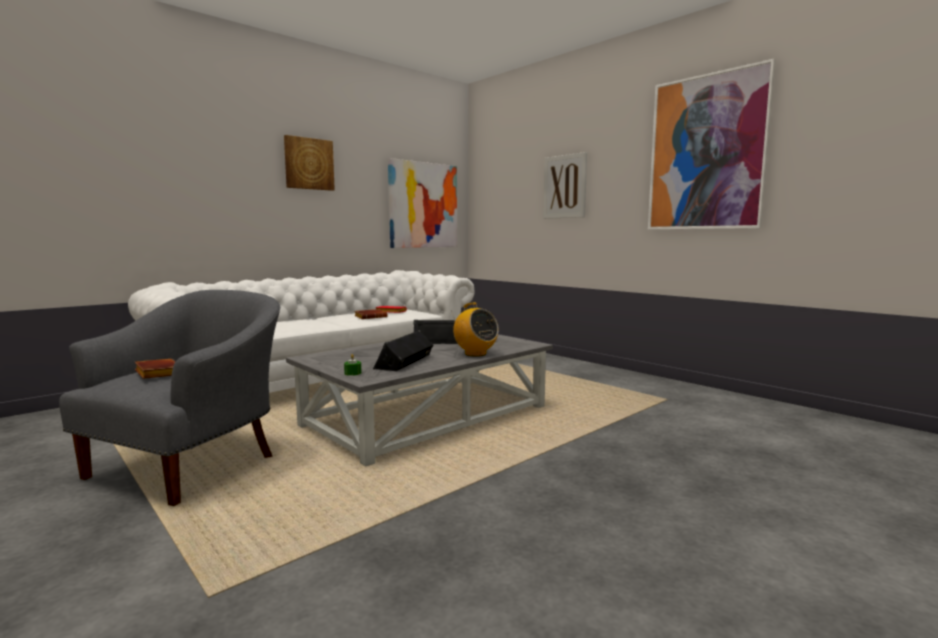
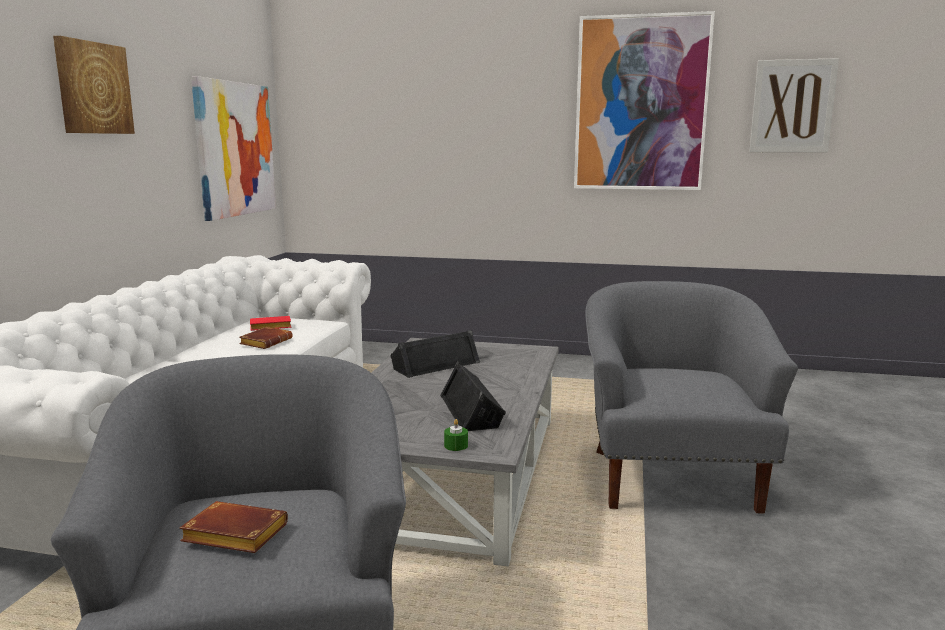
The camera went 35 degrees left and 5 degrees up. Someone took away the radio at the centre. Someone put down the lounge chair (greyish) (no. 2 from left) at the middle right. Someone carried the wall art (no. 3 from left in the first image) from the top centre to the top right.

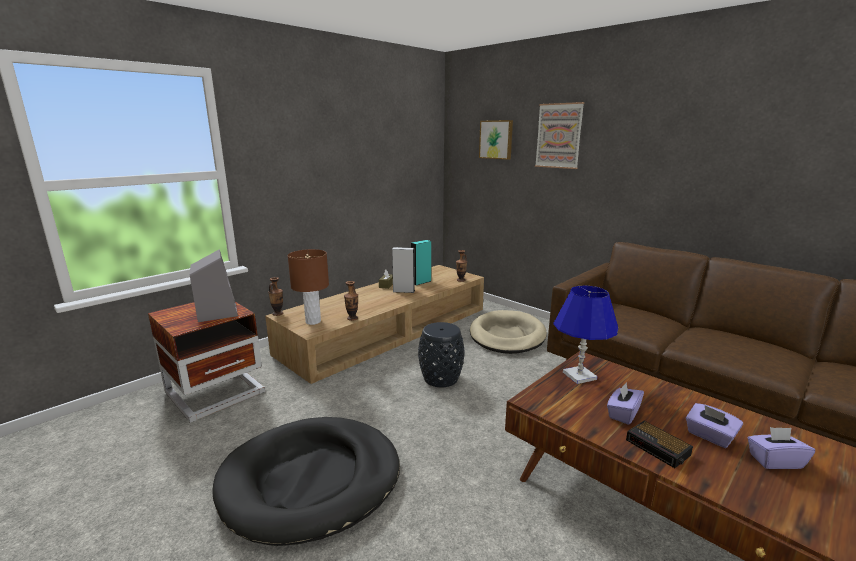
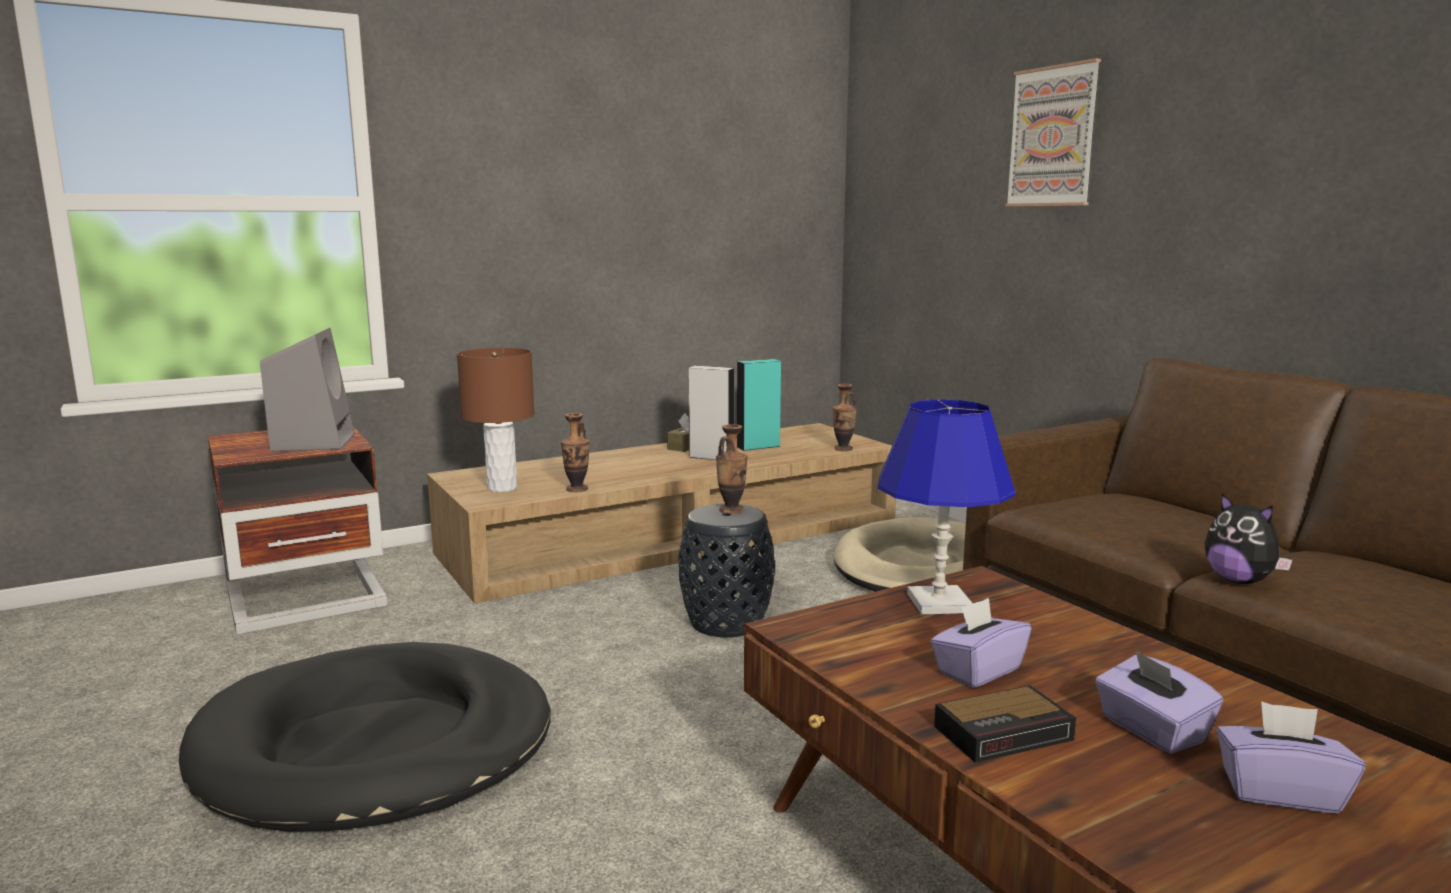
The camera went 15 degrees right and 5 degrees down. Someone took away the wall art (no. 1 from left) at the top centre. Someone put down the plush toy at the middle right. Someone carried the decorative vase (no. 1 from left in the first image) from the middle left to the centre. Someone rotated the alarm clock at the bottom right by 90 degrees counterclockwise.

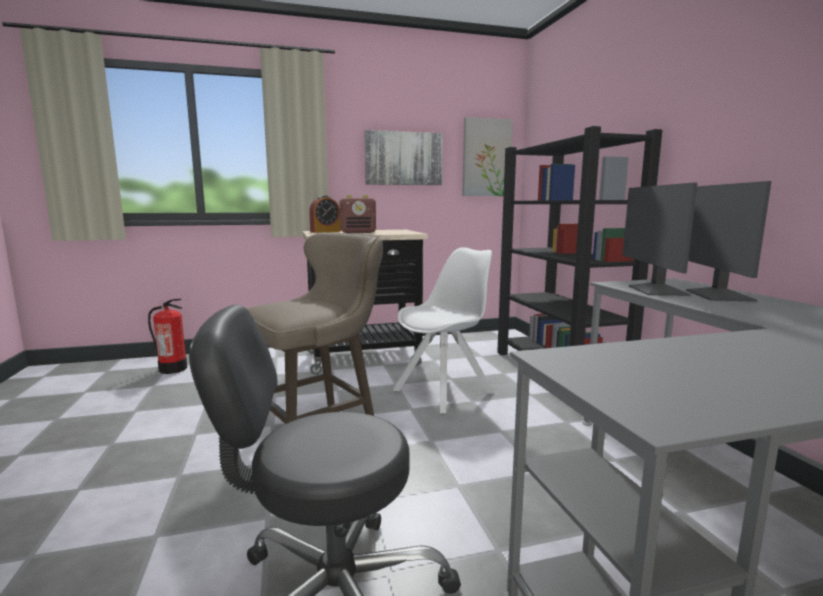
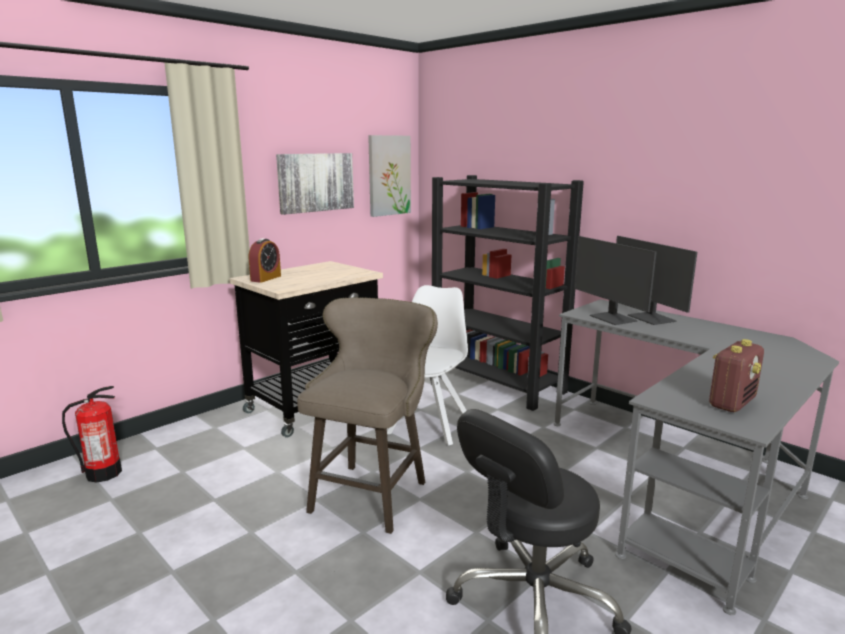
The camera went 30 degrees left and 5 degrees up. Someone carried the radio from the centre to the middle right.

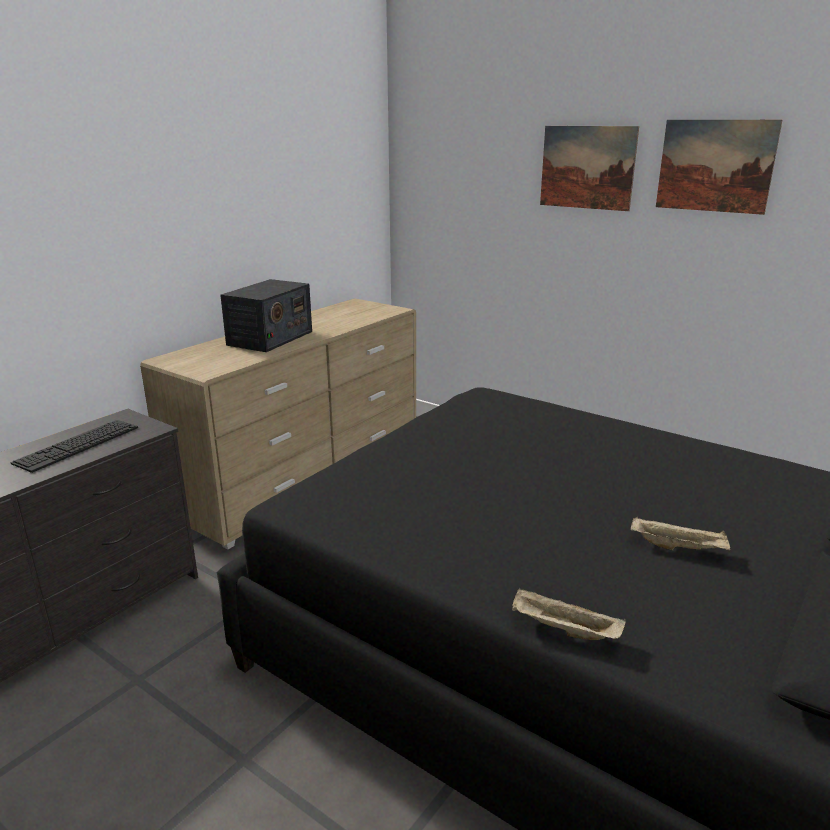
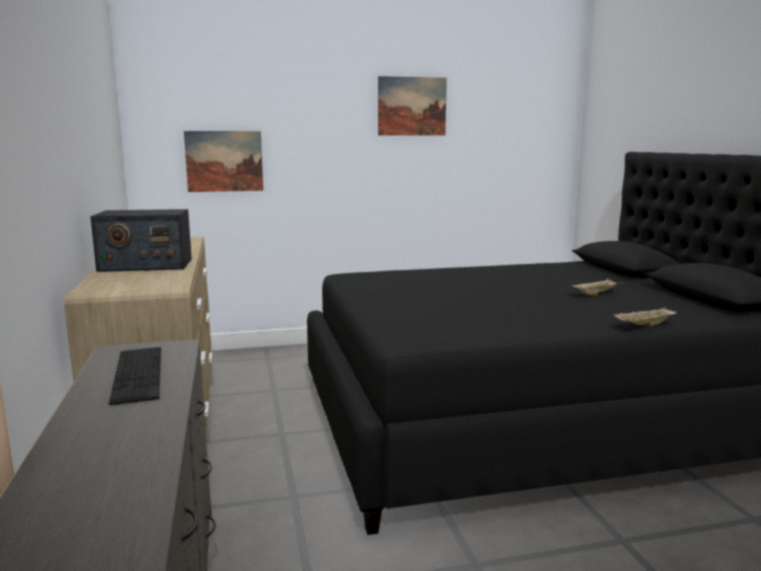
The camera went 50 degrees left and 10 degrees down. Someone carried the wall art (no. 1 from left) from the top right to the top left. Someone rotated the radio at the middle left by 105 degrees clockwise.

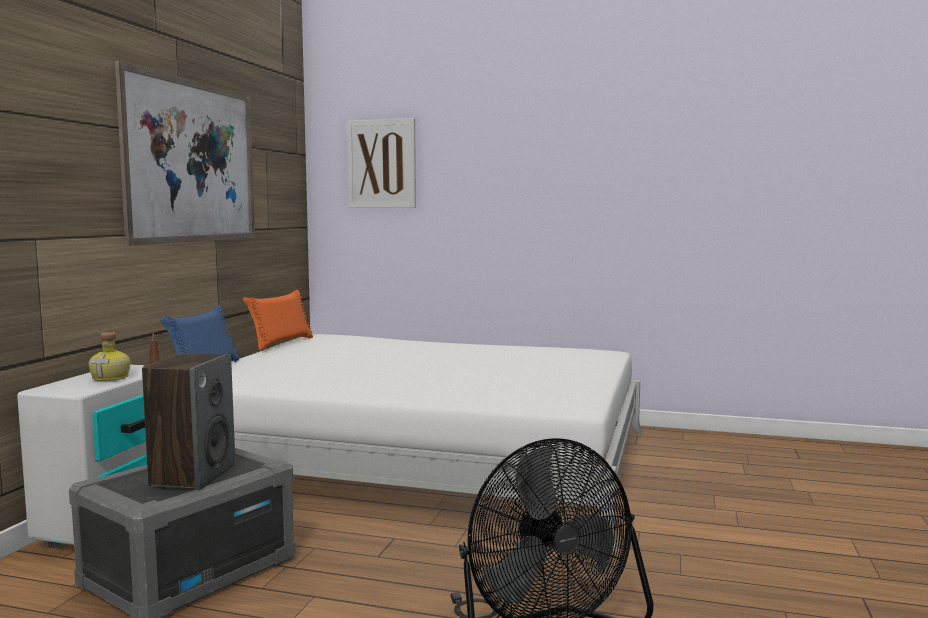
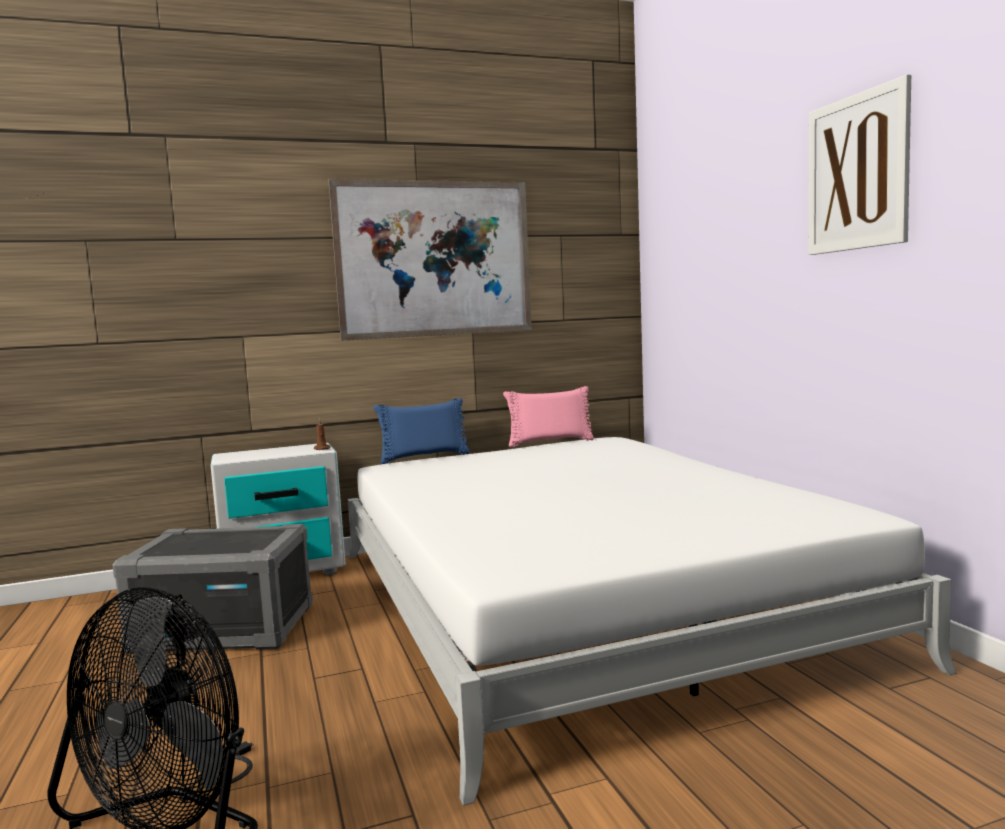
The camera went 55 degrees right and 0 degrees up. Someone took away the beverage bottle at the middle left. Someone took away the loudspeaker at the bottom left. Someone carried the wall art (no. 2 from left) from the top centre to the top right. Someone repainted the pillow (orange) at the middle left, which became the pillow (pink-coloured) at the centre.

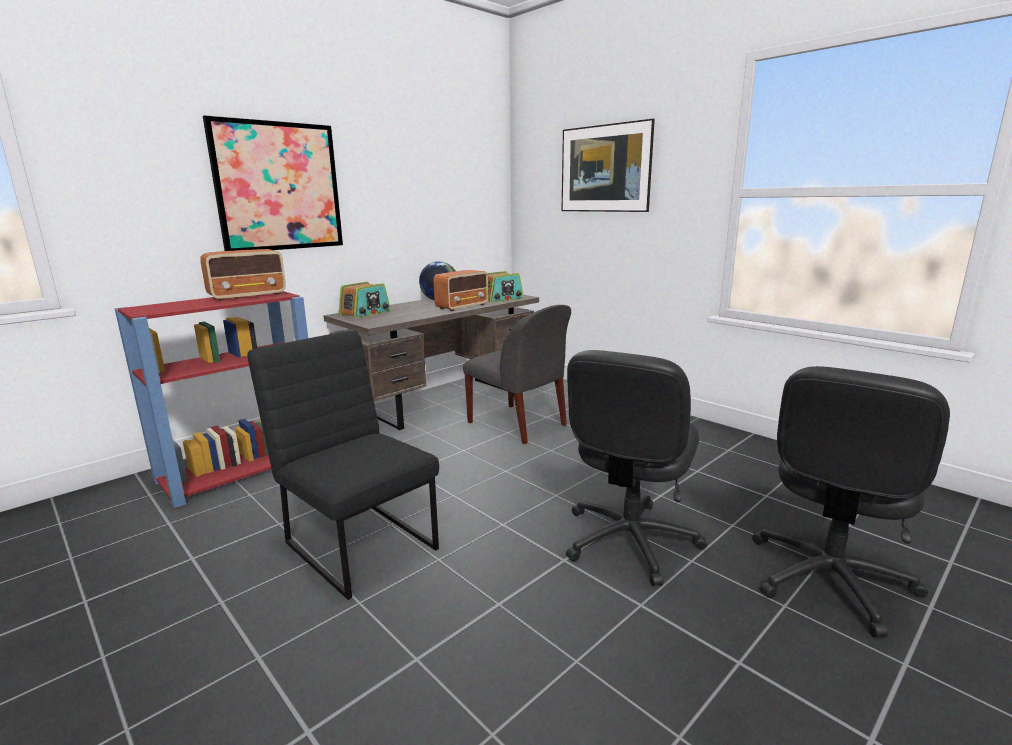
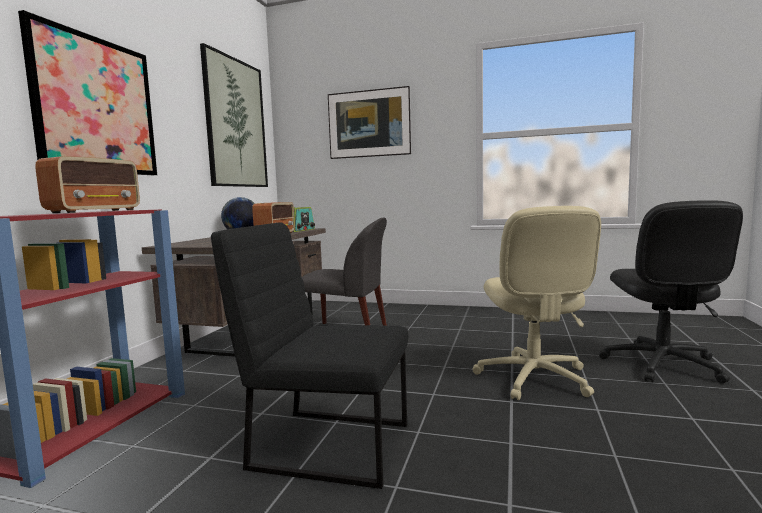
The camera went 30 degrees left and 10 degrees down. Someone took away the radio (no. 2 from left) at the centre. Someone put up the wall art (no. 2 from left) at the top left. Someone repainted the computer chair (blackish) (no. 1 from left) at the centre, which became the computer chair (sand-coloured) at the middle right.

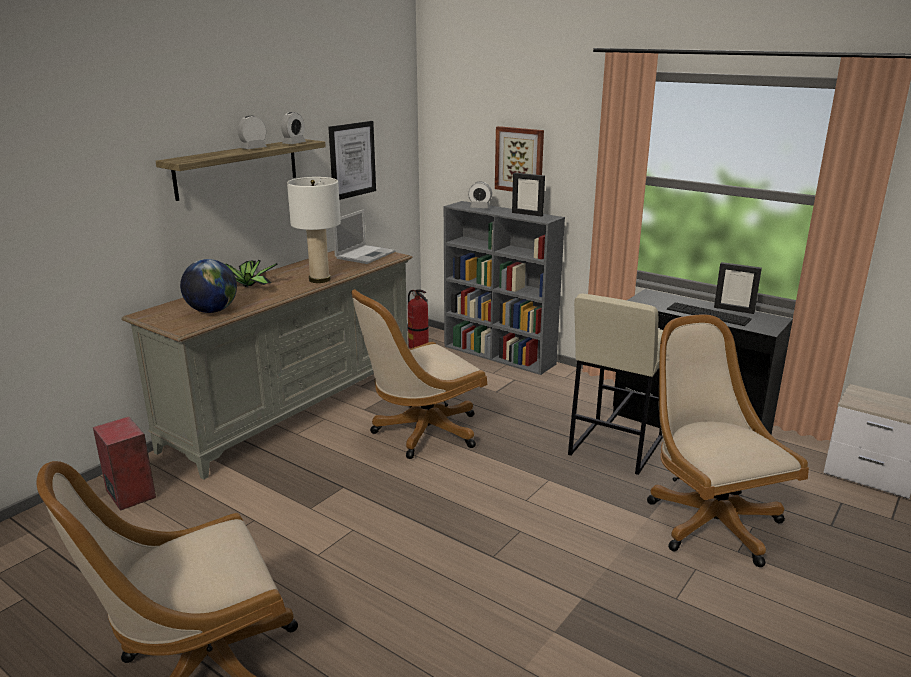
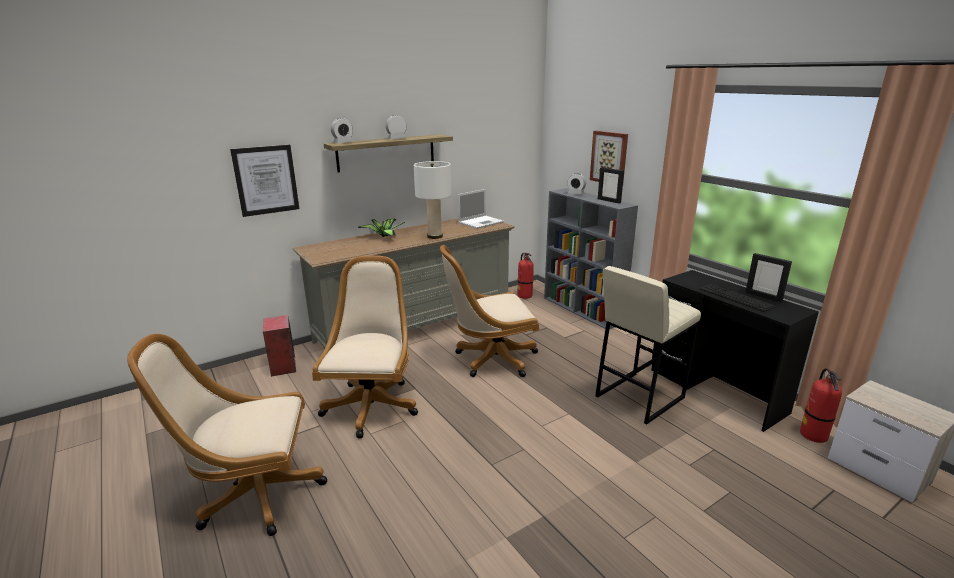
The camera went 20 degrees right and 0 degrees up. Someone took away the globe at the middle left. Someone put down the fire extinguisher (no. 2 from left) at the bottom right. Someone carried the alarm clock (no. 2 from left in the first image) from the top left to the top centre. Someone carried the wall art (no. 1 from left) from the top centre to the top left. Someone carried the computer chair (no. 3 from left in the first image) from the middle right to the centre.

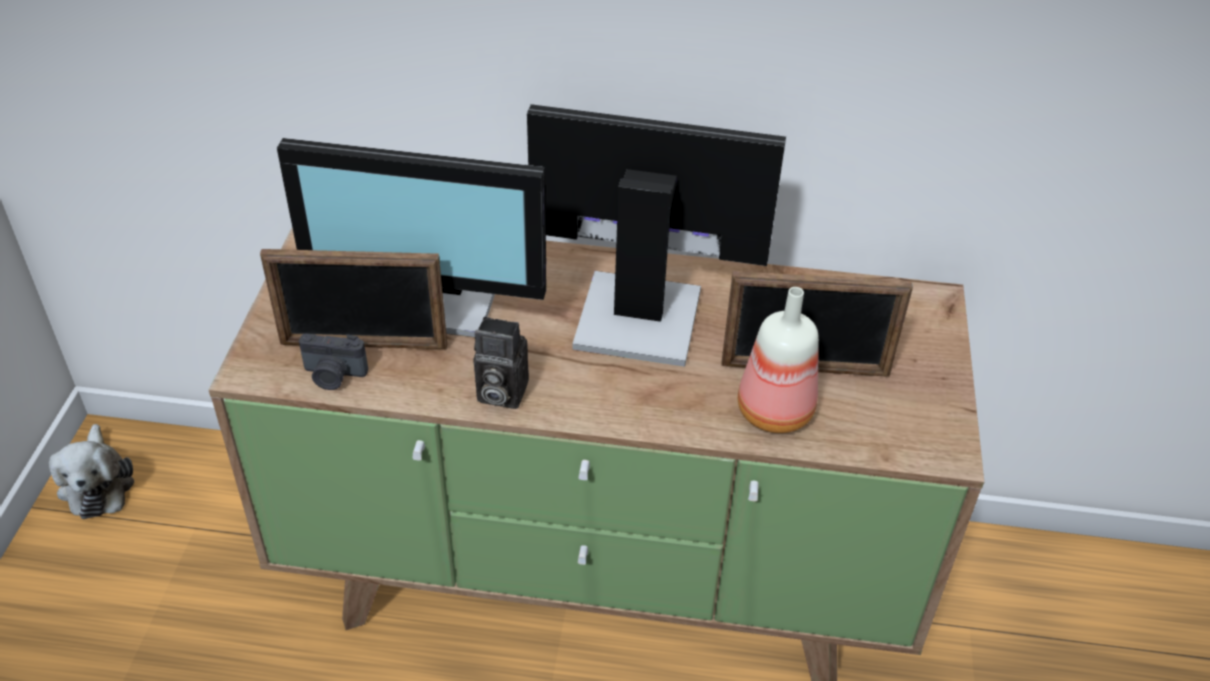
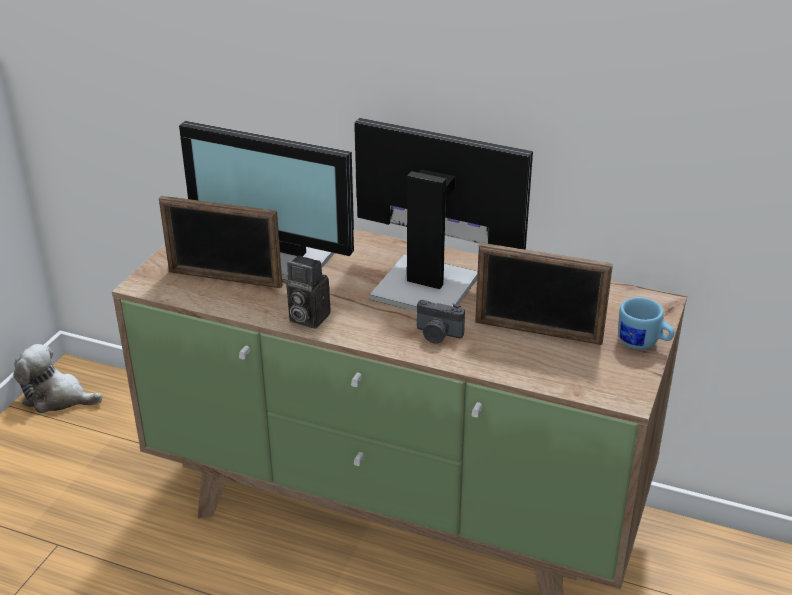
The camera went 15 degrees right and 10 degrees down. Someone took away the beverage bottle at the centre. Someone put down the mug (blue-coloured) at the middle right. Someone carried the photo camera (no. 1 from left in the first image) from the middle left to the centre. Someone rotated the plush toy at the bottom left by 105 degrees clockwise.

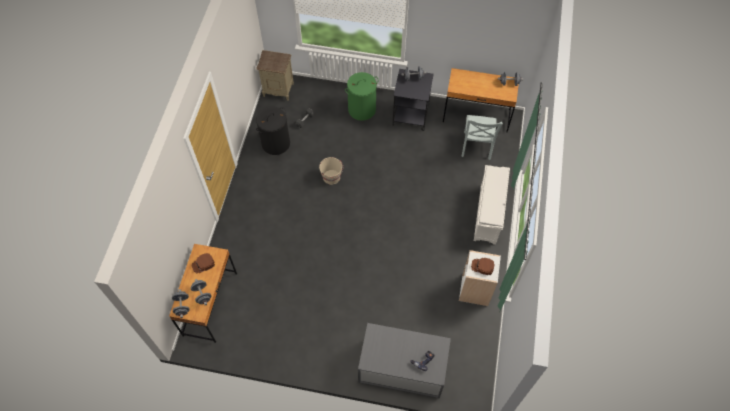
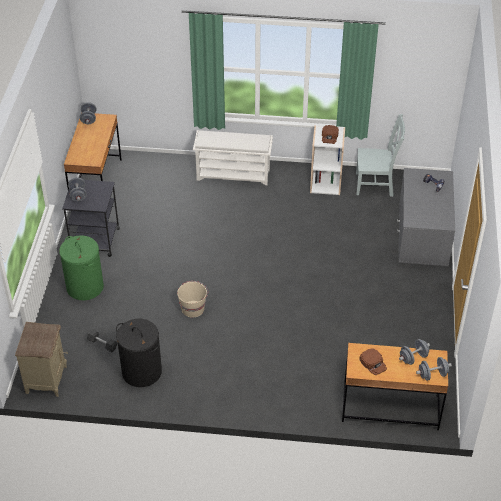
The camera went 95 degrees left and 15 degrees down. Someone carried the plain chair (greyish) from the centre to the top right.

